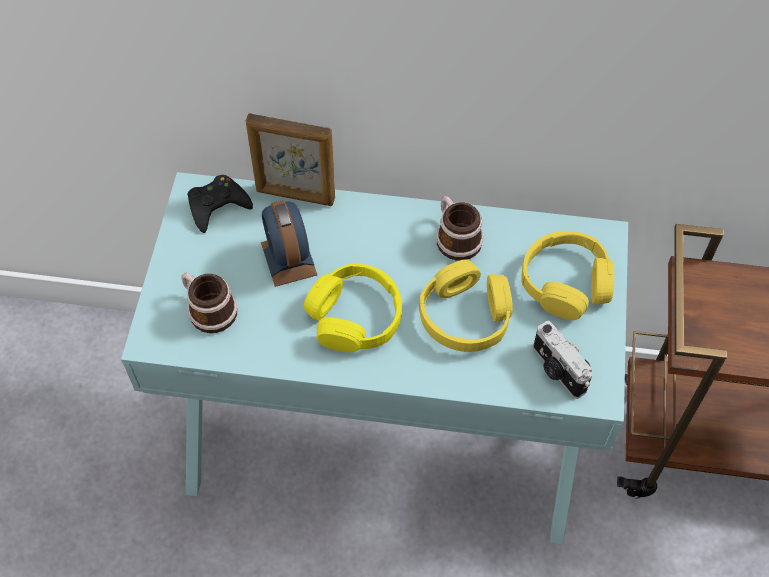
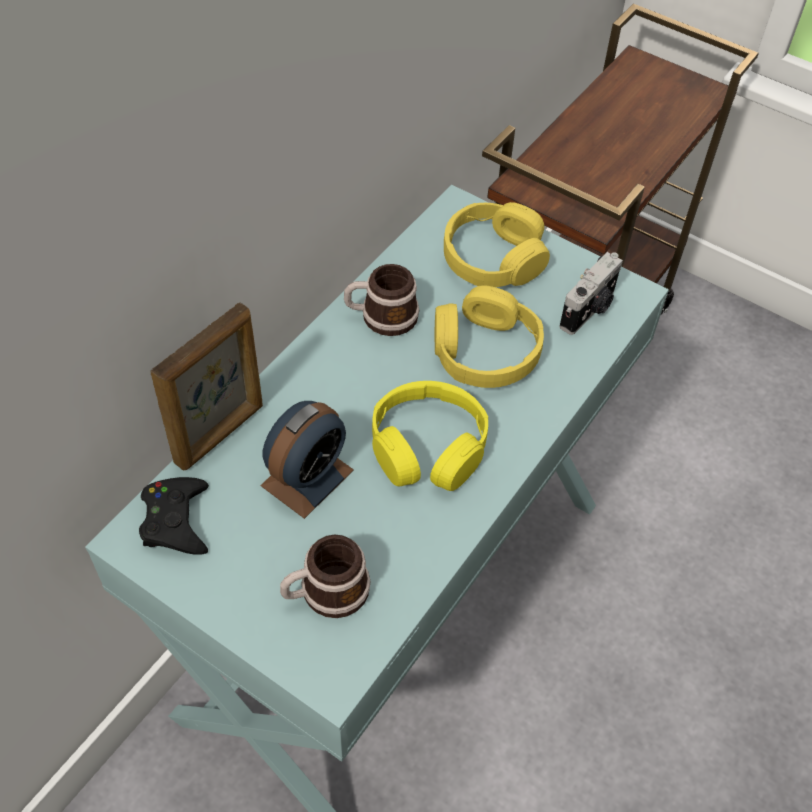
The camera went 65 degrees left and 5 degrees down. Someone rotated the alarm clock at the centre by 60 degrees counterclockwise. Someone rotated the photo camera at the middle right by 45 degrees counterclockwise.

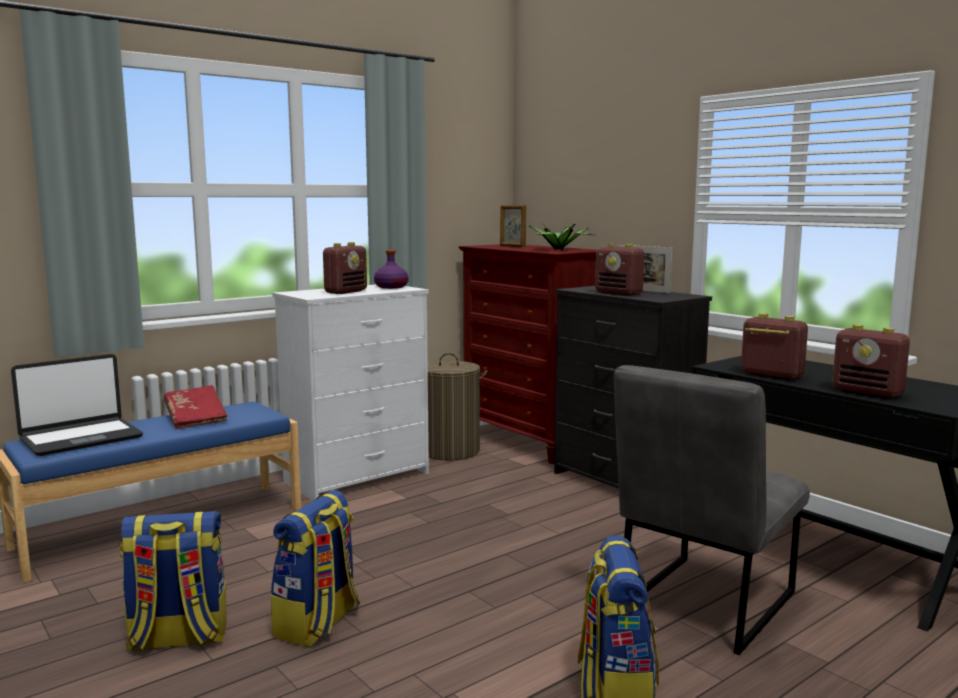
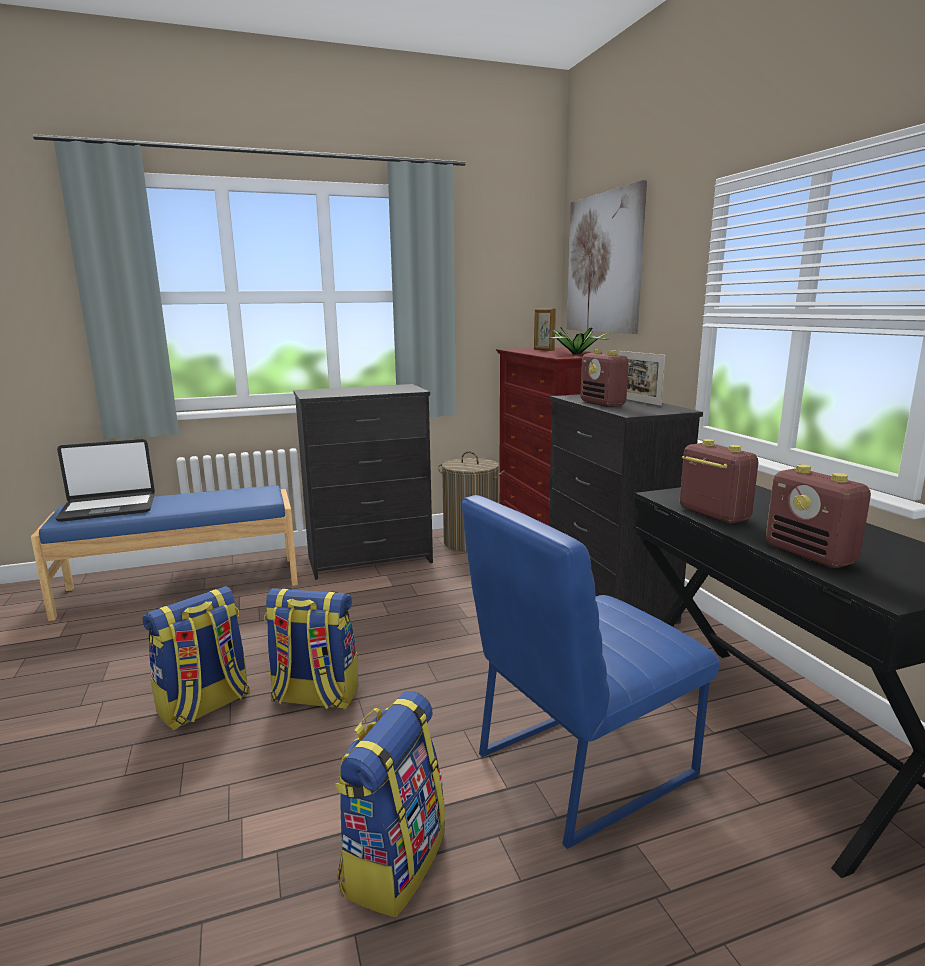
The camera went 20 degrees right and 5 degrees up. Someone took away the book (reddish) at the middle left. Someone took away the radio (no. 1 from left) at the centre. Someone took away the beverage bottle (purplish) at the centre. Someone put up the wall art at the top centre. Someone carried the knapsack (no. 1 from left in the first image) from the bottom left to the bottom centre. Someone repainted the chest of drawers (white-coloured) at the centre, which became the chest of drawers (blackish) (no. 1 from left) at the centre. Someone repainted the plain chair (greyish) at the bottom right, which became the plain chair (blue-coloured) at the bottom centre.

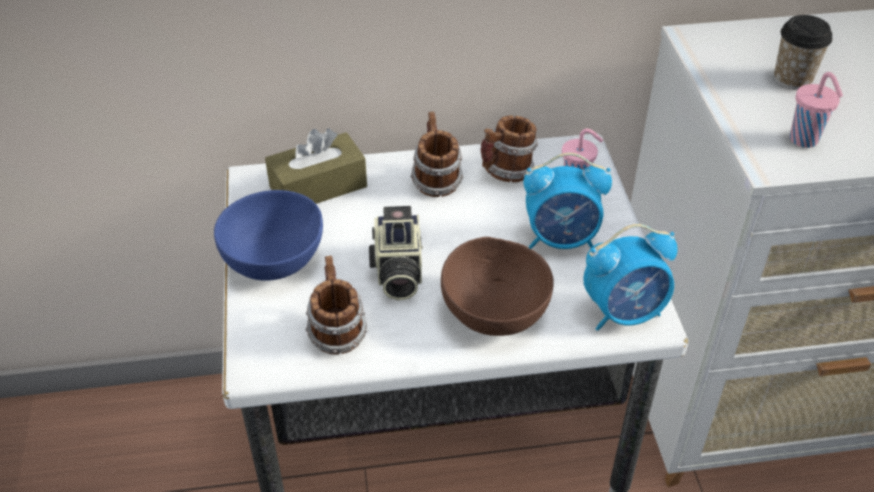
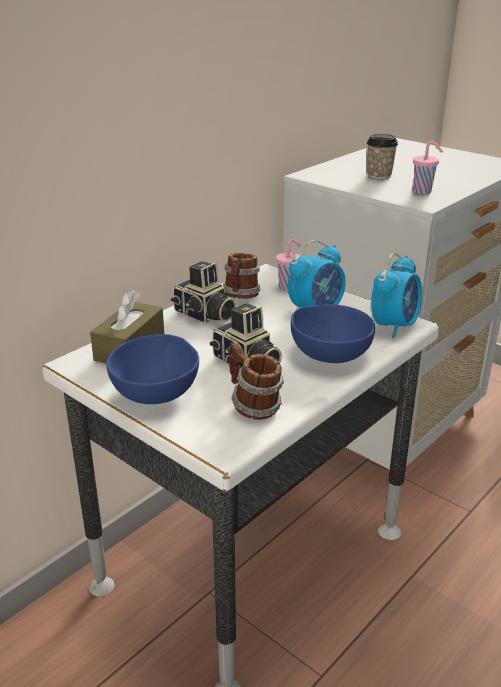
The camera went 40 degrees left and 15 degrees down. Someone swapped the mug (no. 2 from left) at the top centre for the photo camera (no. 1 from left) at the centre. Someone repainted the bowl (brown-coloured) at the centre, which became the bowl (blue-coloured) (no. 2 from left) at the centre.

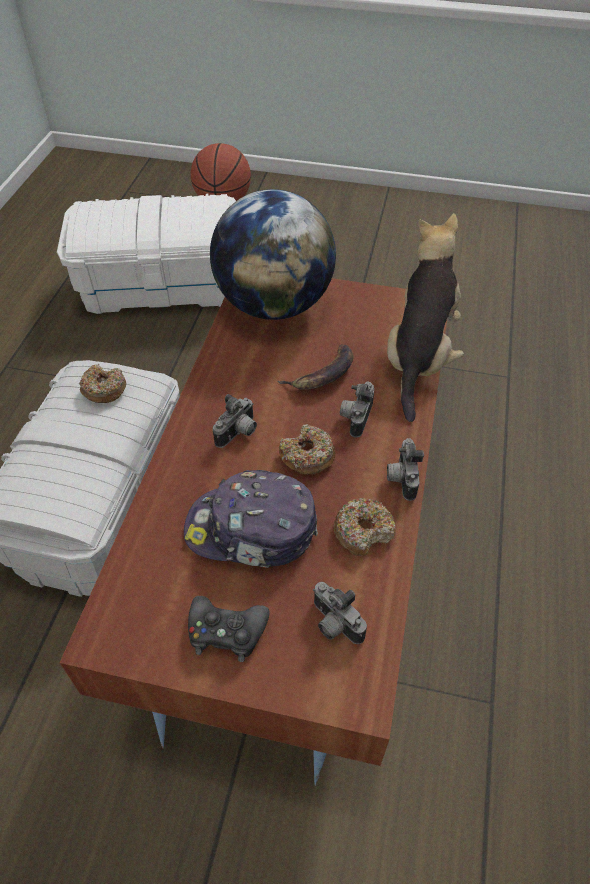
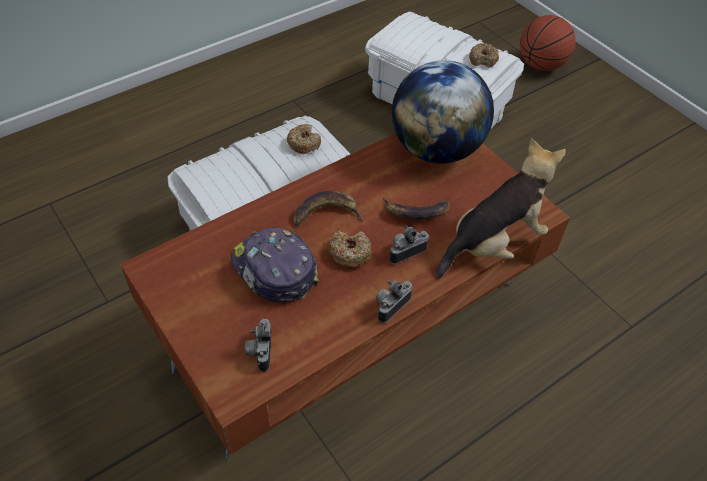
The camera went 40 degrees right and 0 degrees up. Someone took away the gamepad (blackish) at the bottom centre. Someone carried the doughnut (no. 3 from left) from the centre to the top right. Someone swapped the photo camera (no. 1 from left) at the centre for the banana fruit (no. 1 from left) at the centre.

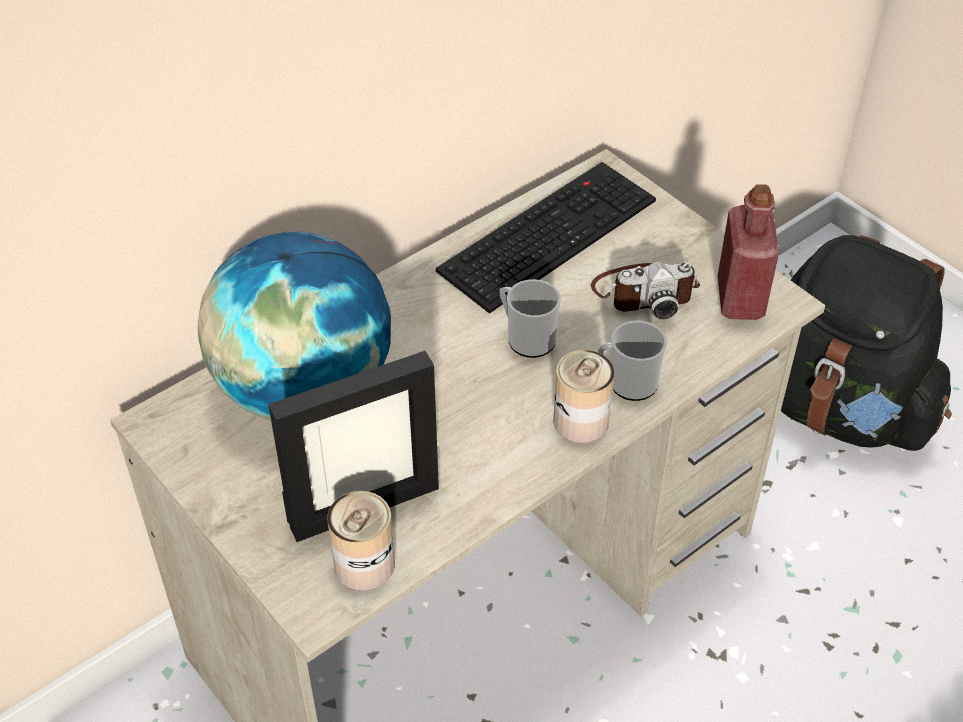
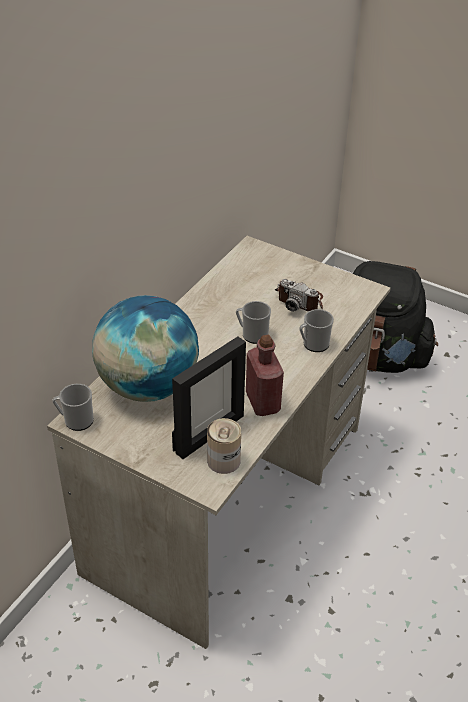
The camera went 20 degrees left and 5 degrees down. Someone took away the computer keyboard at the top centre. Someone took away the can (no. 2 from left) at the centre. Someone put down the mug (no. 1 from left) at the middle left. Someone carried the beverage bottle (reddish) from the middle right to the centre. Someone rotated the photo camera at the middle right by 60 degrees clockwise.

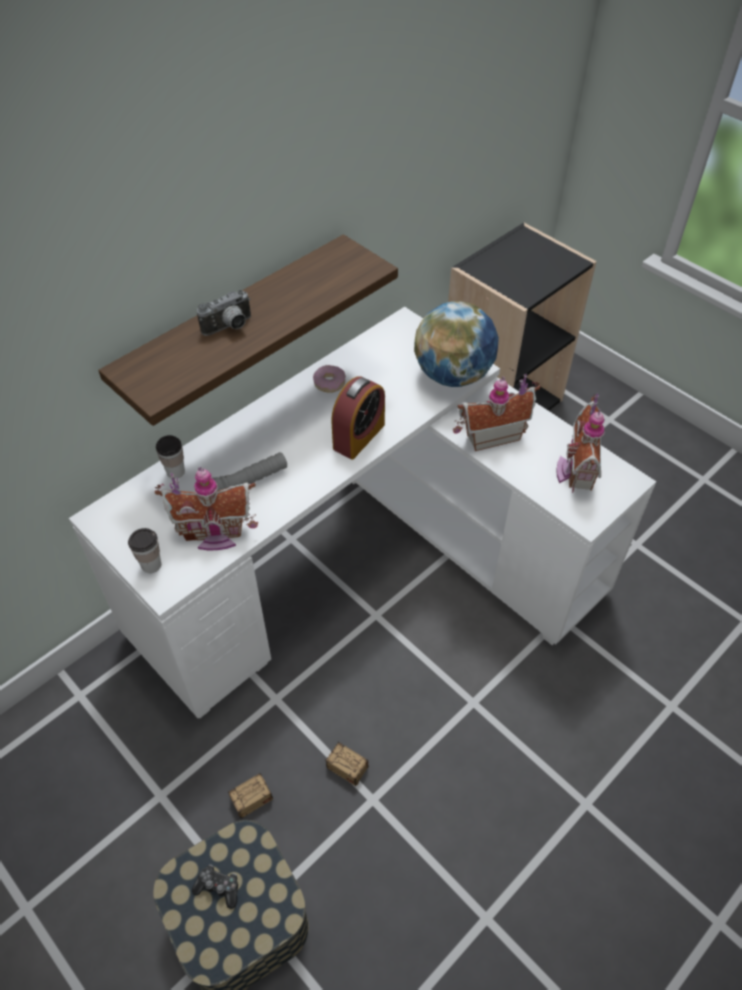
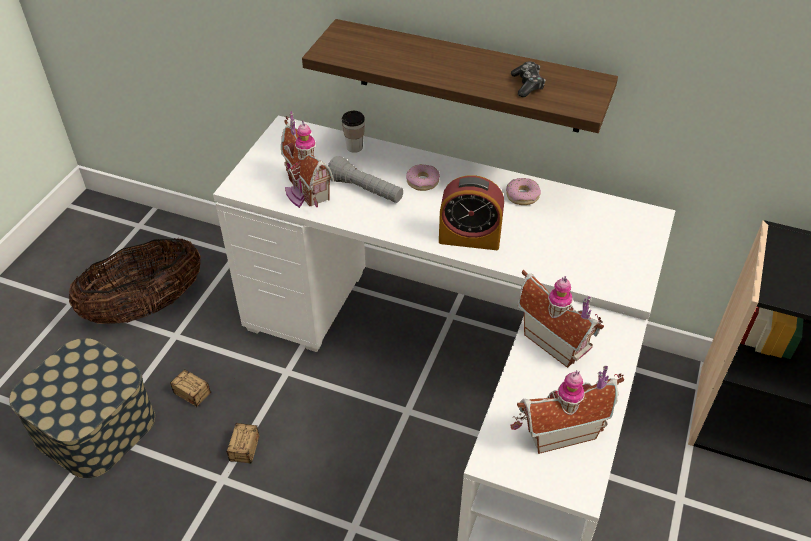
The camera went 65 degrees right and 5 degrees down. Someone took away the drinking cup (no. 1 from left) at the middle left. Someone took away the photo camera at the top left. Someone took away the globe at the centre. Someone put down the storage basket at the middle left. Someone put down the doughnut (no. 1 from left) at the top centre. Someone carried the gamepad from the bottom left to the top centre.

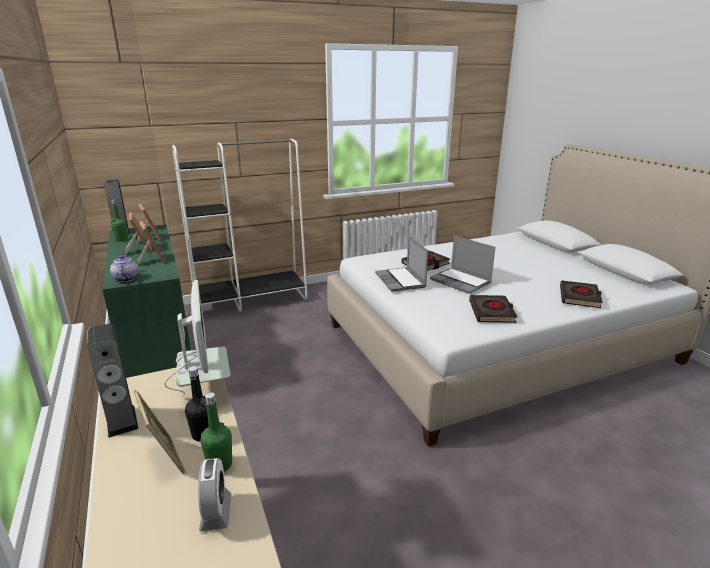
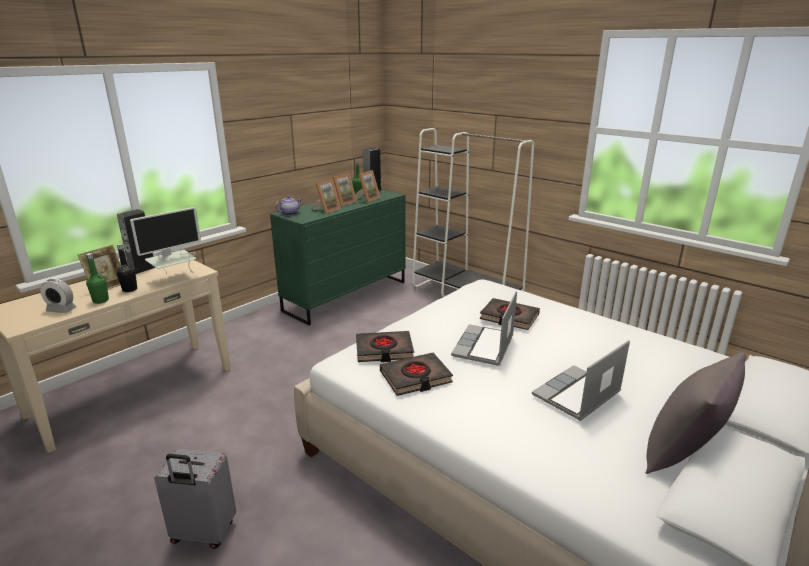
The camera went 65 degrees right and 0 degrees up. Someone put down the suitcase (greyish) at the bottom left. Someone put down the pillow (greyish) at the bottom right. Someone carried the notebook computer (no. 1 from left in the first image) from the centre to the bottom right. Someone carried the book (blackish) (no. 3 from left in the first image) from the middle right to the centre. Someone rotated the alarm clock at the bottom left by 45 degrees clockwise.

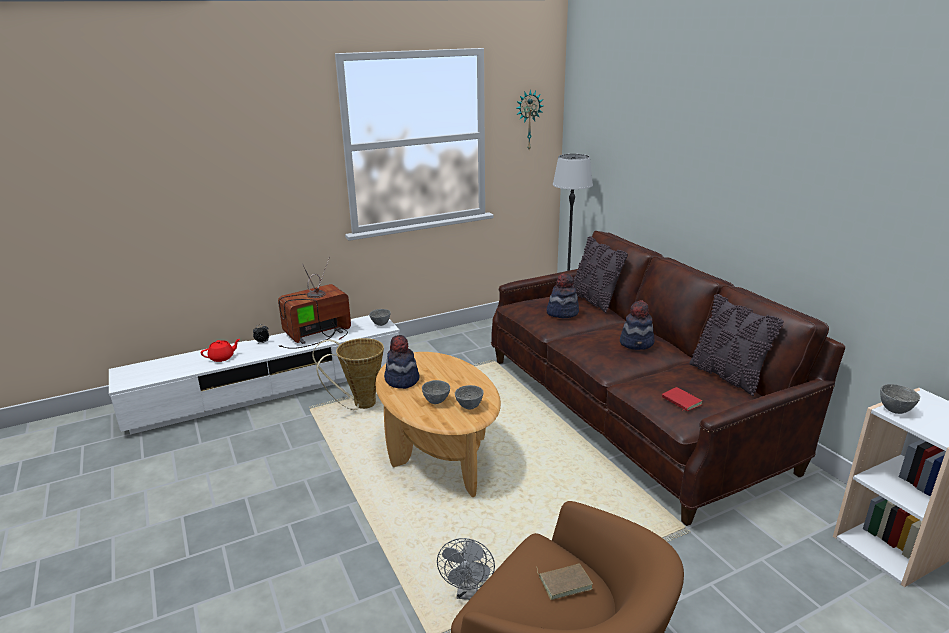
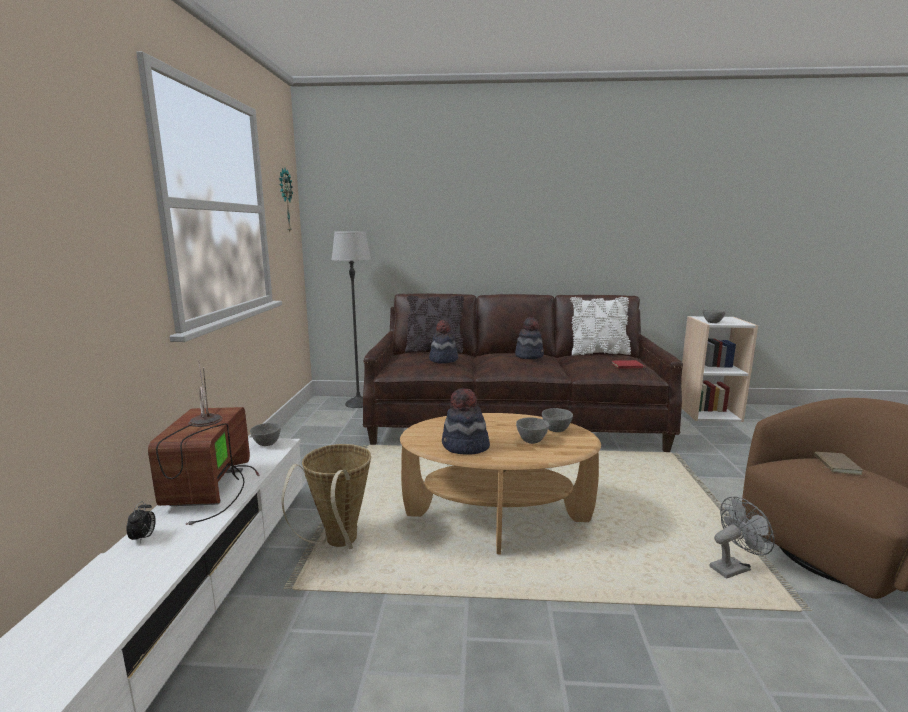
The camera went 60 degrees left and 10 degrees down. Someone took away the teapot (reddish) at the middle left. Someone repainted the pillow (blackish) (no. 2 from left) at the middle right, which became the pillow (white-coloured) at the centre. Someone rotated the electric fan (greyish) at the bottom centre by 60 degrees counterclockwise.

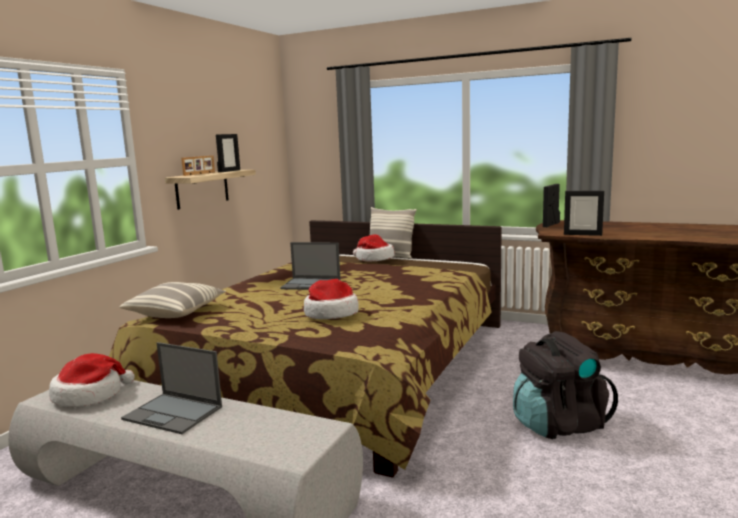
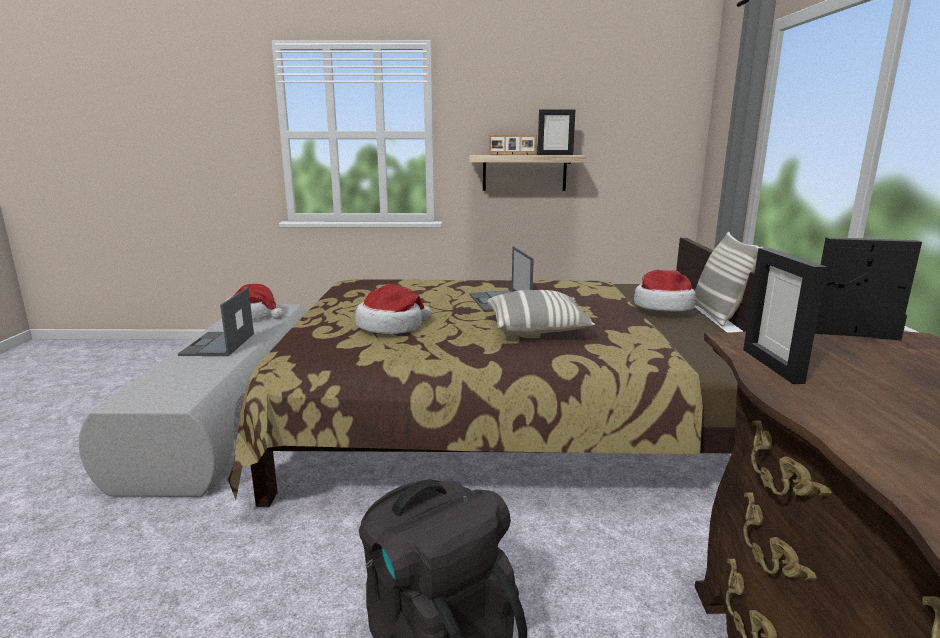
The camera went 65 degrees right and 5 degrees up. Someone carried the pillow (no. 1 from left) from the middle left to the centre.

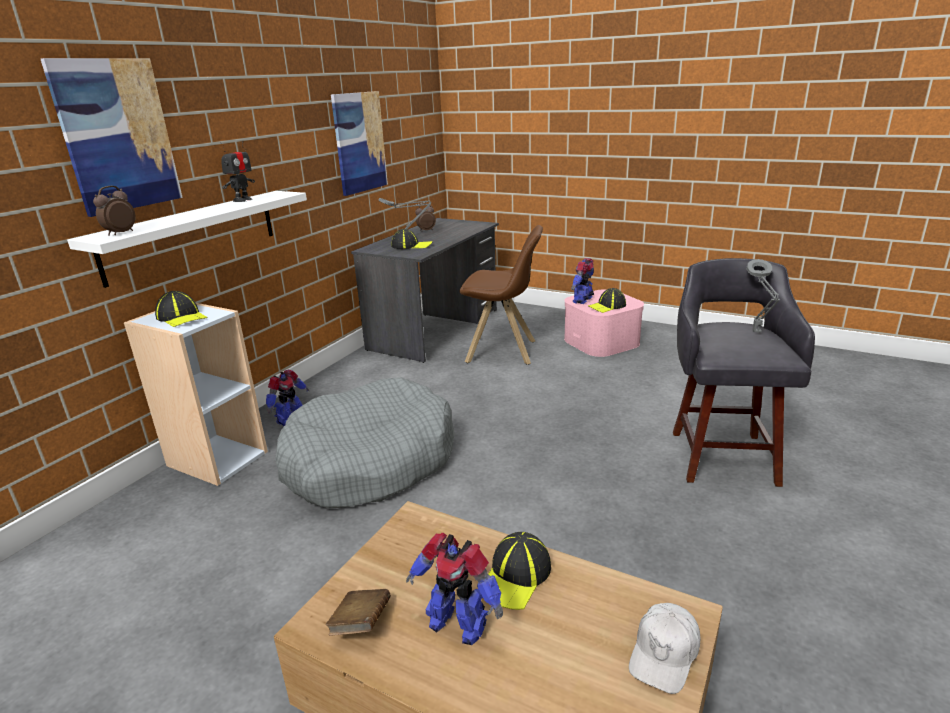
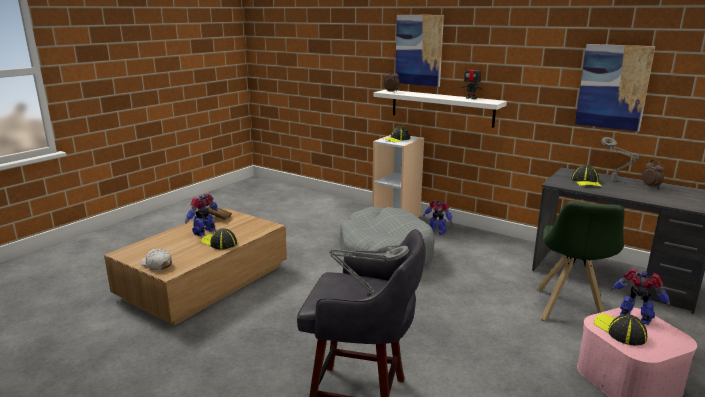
The camera went 95 degrees right and 5 degrees down. Someone repainted the plain chair (brown-coloured) at the centre, which became the plain chair (greenish) at the middle right.

